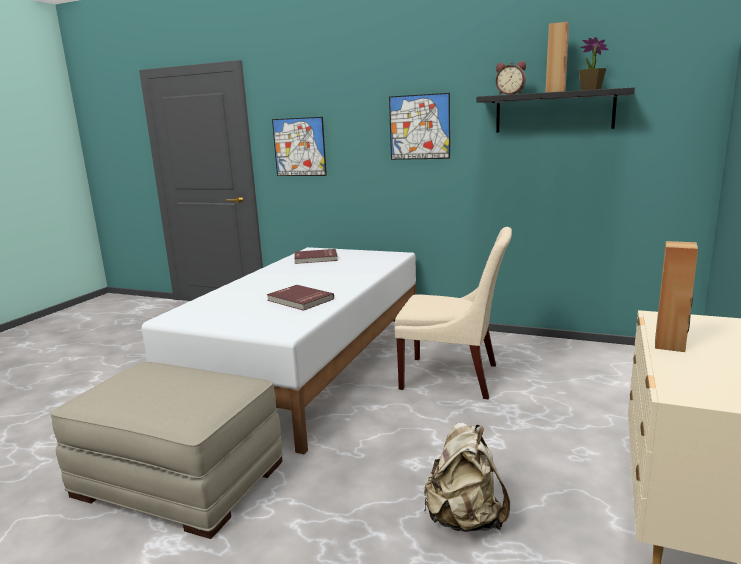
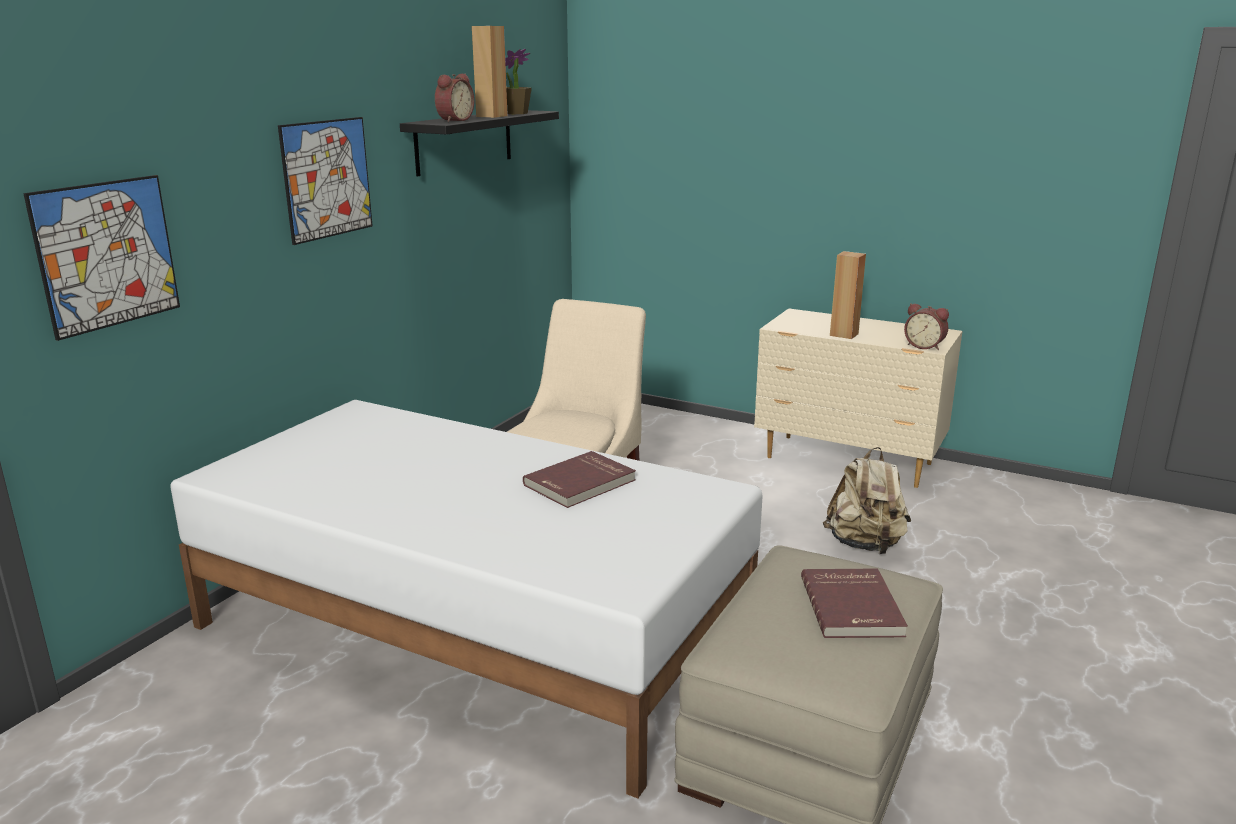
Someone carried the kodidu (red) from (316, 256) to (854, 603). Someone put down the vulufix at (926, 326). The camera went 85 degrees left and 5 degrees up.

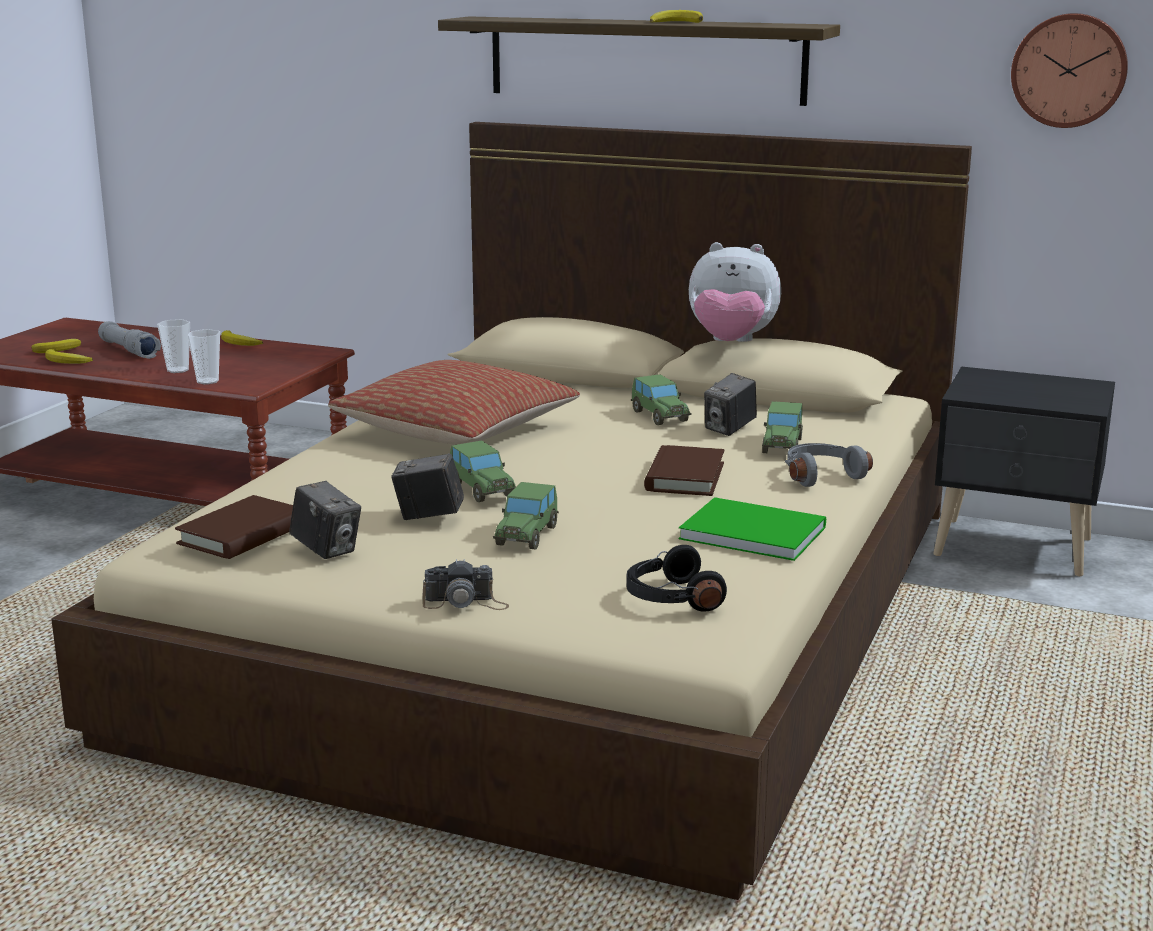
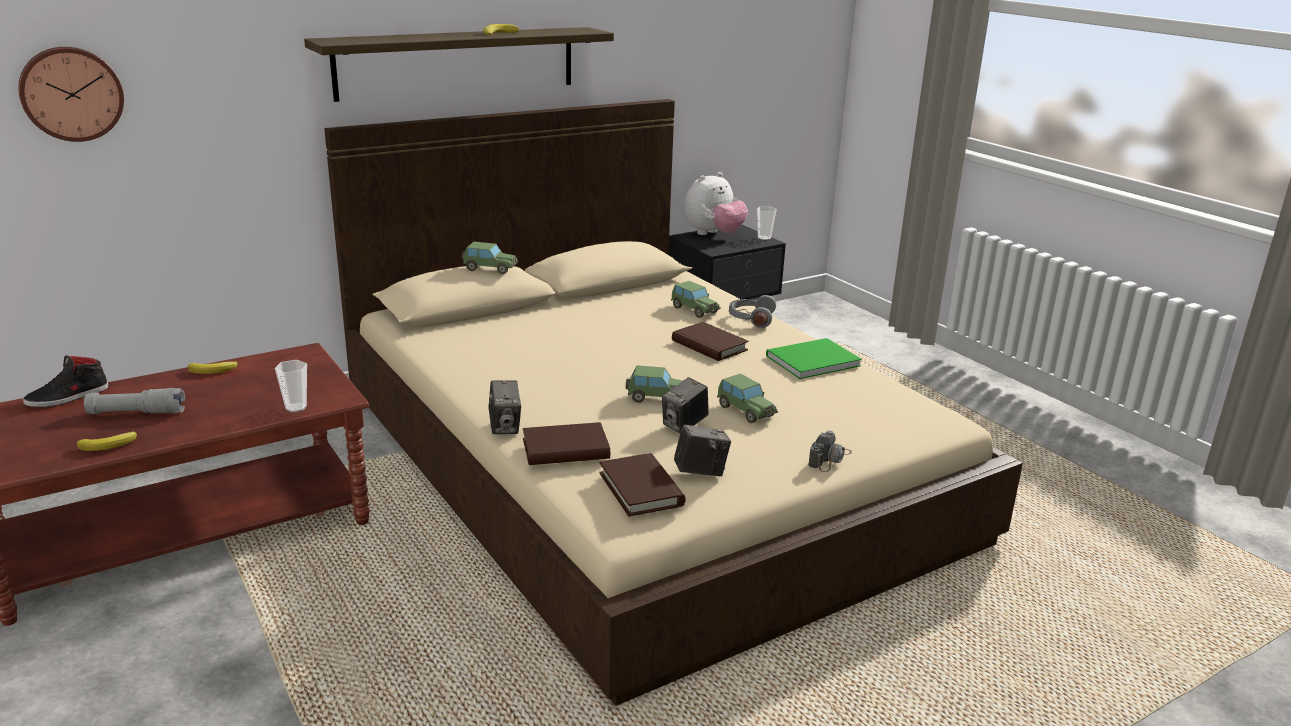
Someone took away the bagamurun at (56, 346). Someone carried the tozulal from (173, 346) to (767, 223). Someone took away the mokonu at (454, 402). Someone took away the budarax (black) at (676, 578). Someone carried the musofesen from (661, 399) to (490, 258). Someone carried the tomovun from (735, 292) to (716, 203). Someone carried the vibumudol from (730, 404) to (504, 407). Someone carried the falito from (1069, 70) to (71, 94). Someone put down the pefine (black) at (65, 381). Someone put down the kodidu (brown) at (566, 443). The camera went 55 degrees left and 5 degrees up.

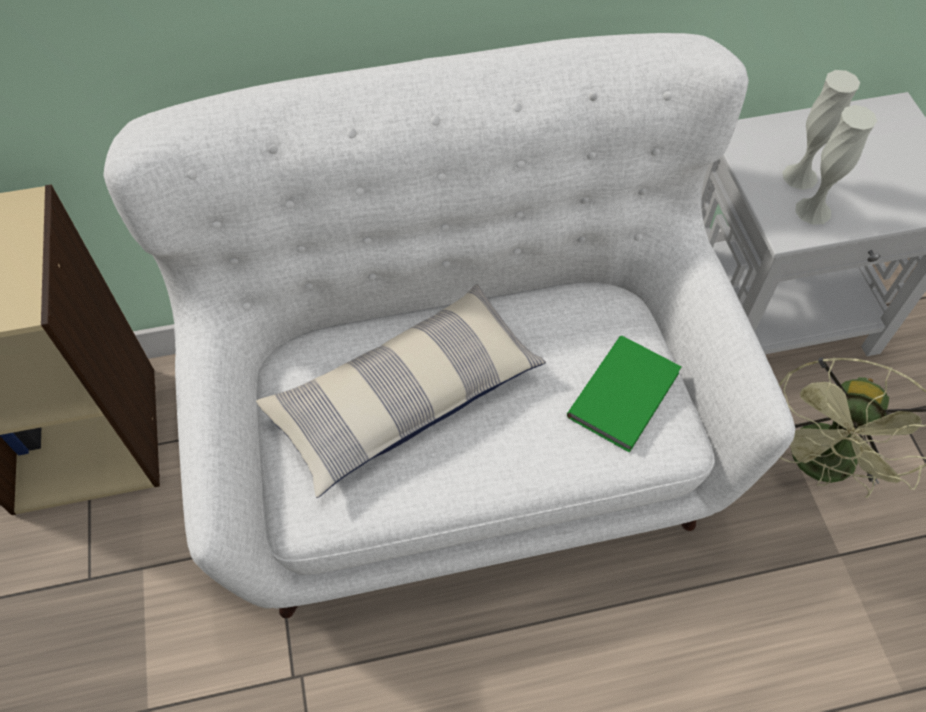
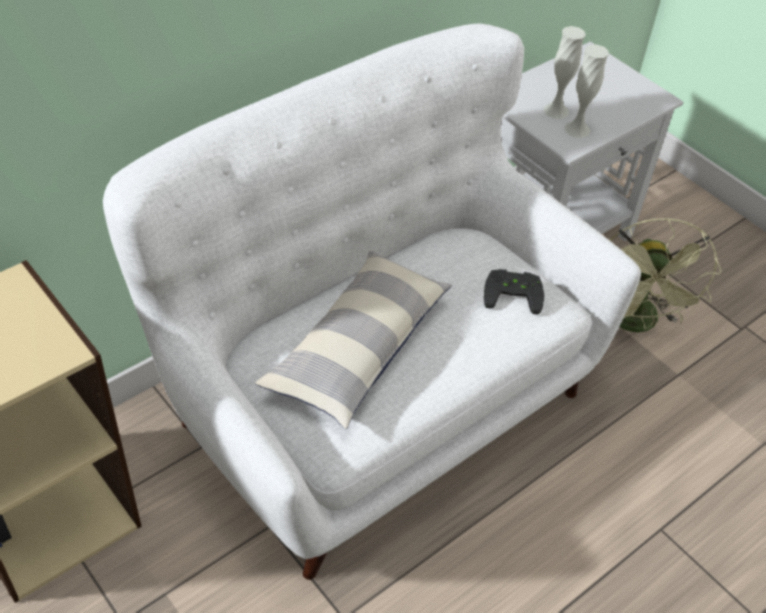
Someone swapped the kodidu (green) at (624, 394) for the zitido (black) at (514, 291). The camera went 30 degrees left and 10 degrees down.

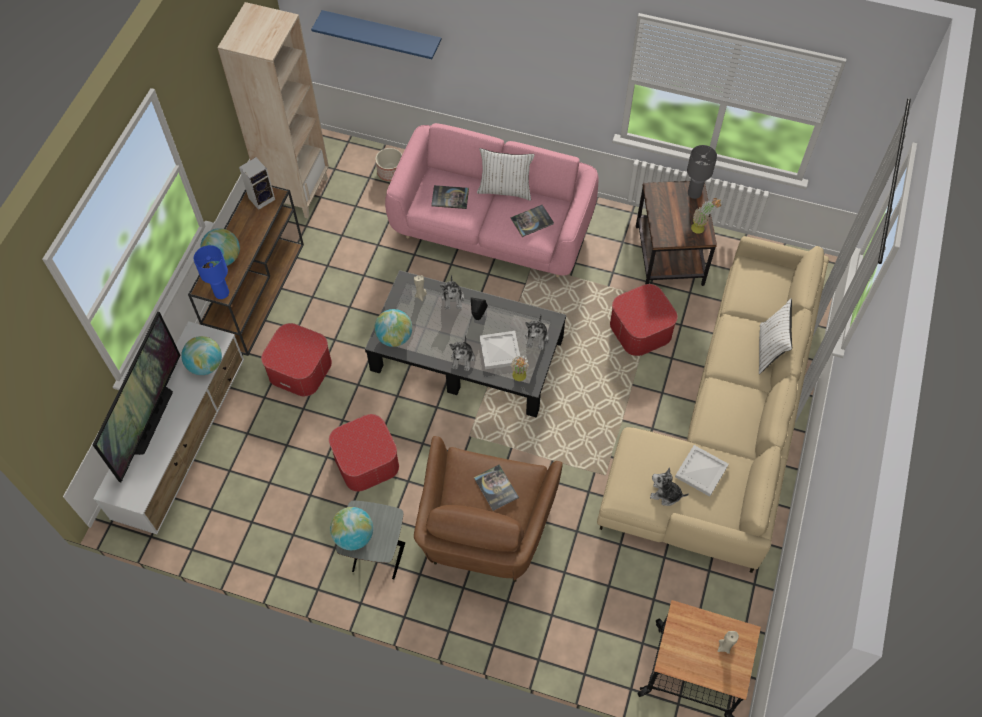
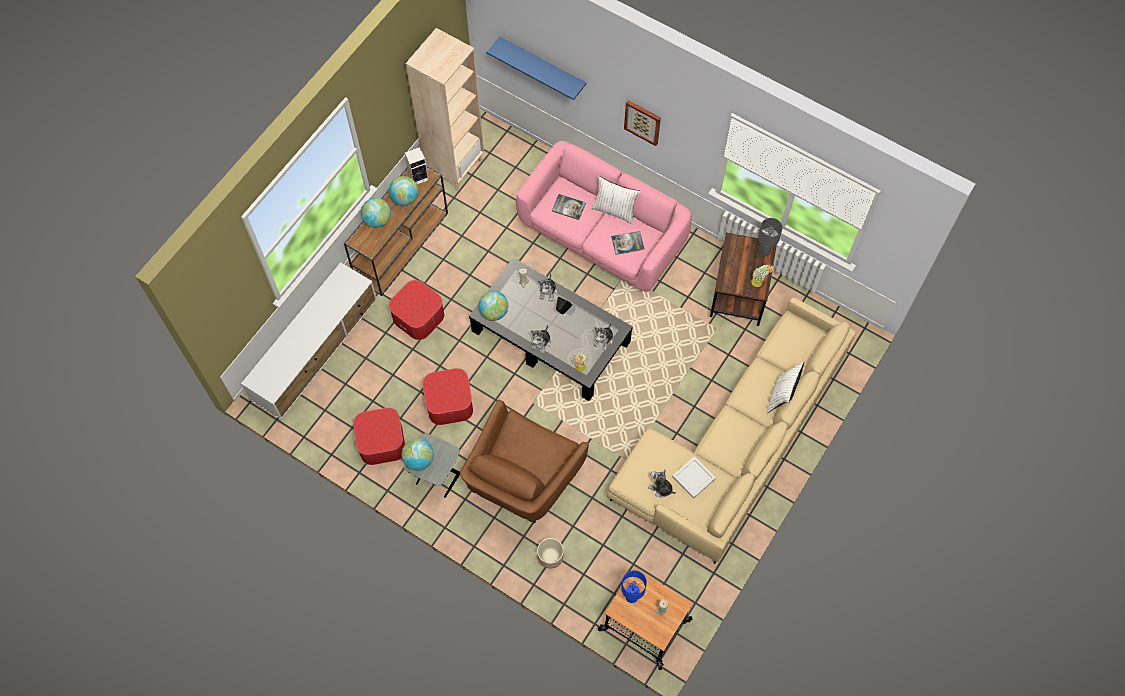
Someone took away the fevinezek at (136, 397). Someone carried the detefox from (201, 355) to (404, 191). Someone carried the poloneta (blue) from (211, 272) to (634, 586). Someone carried the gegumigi from (388, 164) to (550, 553). Someone took away the kodidu at (496, 488). Someone took away the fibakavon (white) at (499, 350). Someone carried the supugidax from (644, 320) to (379, 436). Someone put up the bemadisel at (642, 123). The camera went 15 degrees right and 5 degrees up.

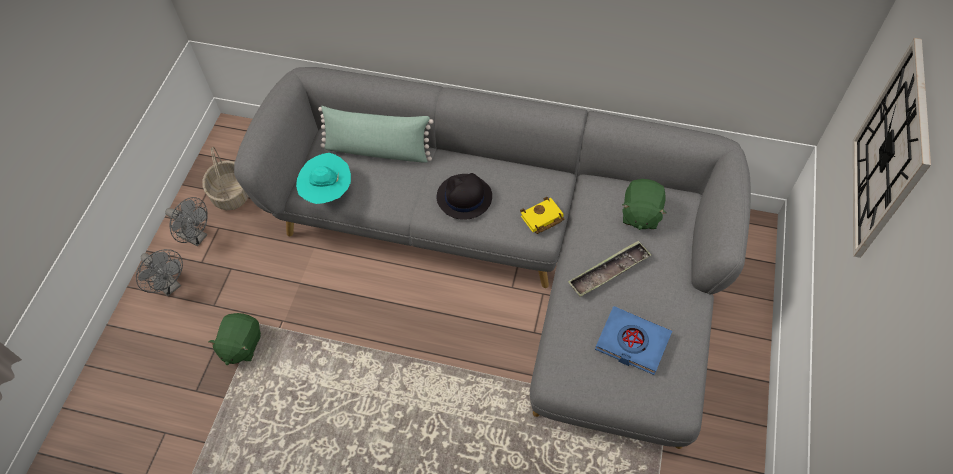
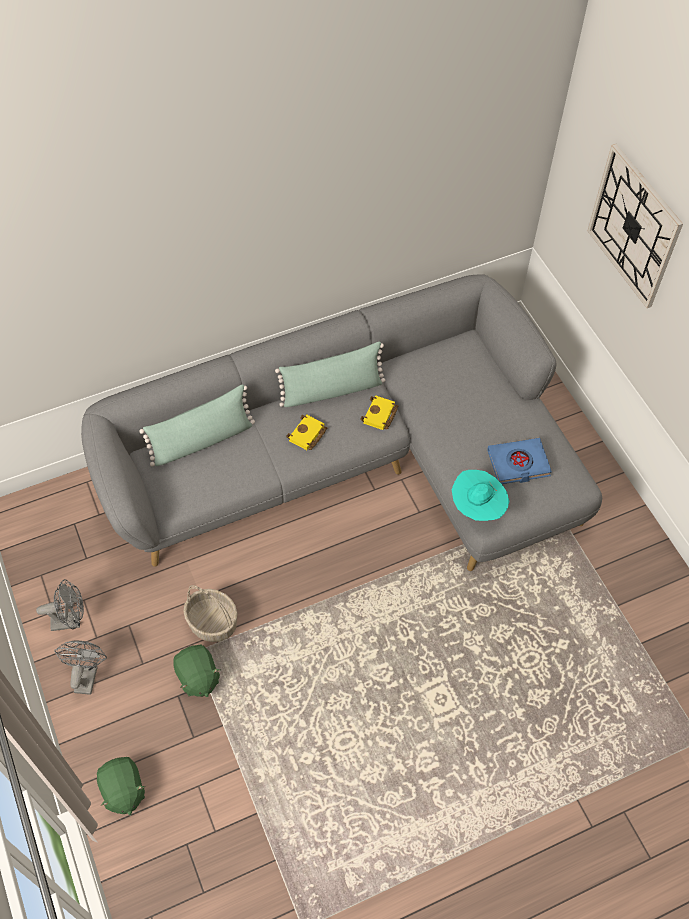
Someone rotated the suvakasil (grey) at (159, 272) by 90 degrees counterclockwise. Someone carried the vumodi from (226, 178) to (210, 613). Someone carried the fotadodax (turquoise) from (323, 178) to (480, 495). Someone swapped the fotadodax (black) at (464, 196) for the kodidu (yellow) at (306, 432). Someone took away the fibakavon at (609, 269). Someone carried the tomovun (green) from (644, 204) to (121, 786). Someone put down the mokonu (green) at (330, 374). The camera went 40 degrees left and 0 degrees up.

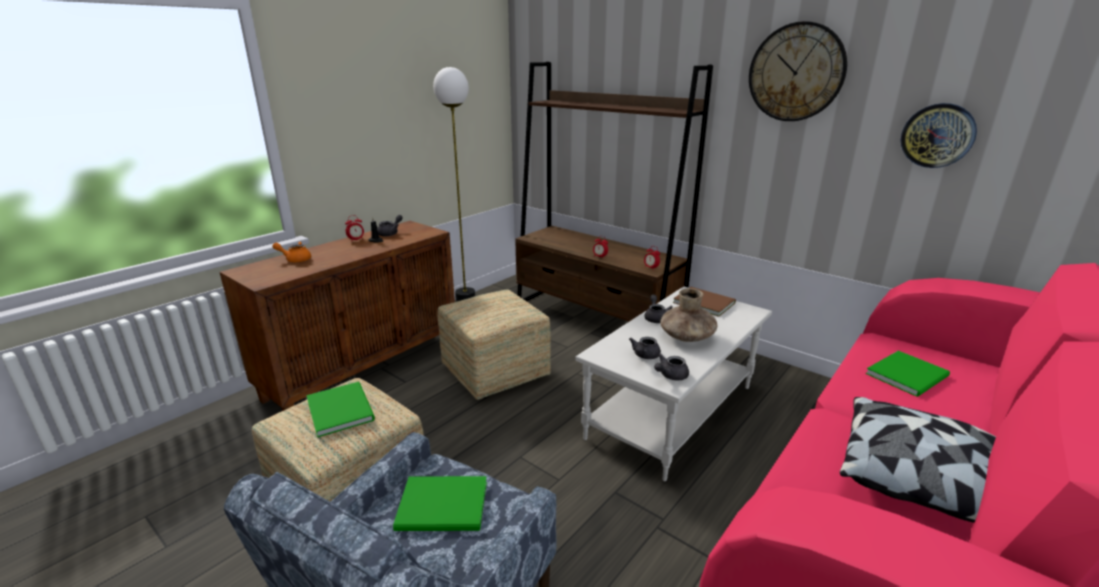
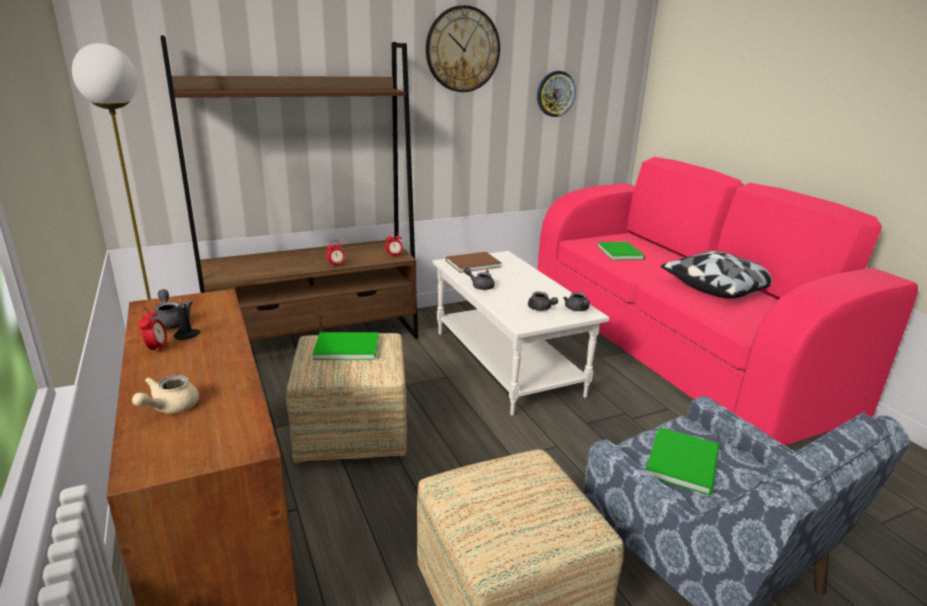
Someone repainted the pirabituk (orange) at (291, 252), which became the pirabituk (beige) at (165, 394). Someone carried the kodidu (green) from (340, 409) to (345, 346). Someone took away the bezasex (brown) at (689, 315). The camera went 65 degrees left and 0 degrees up.

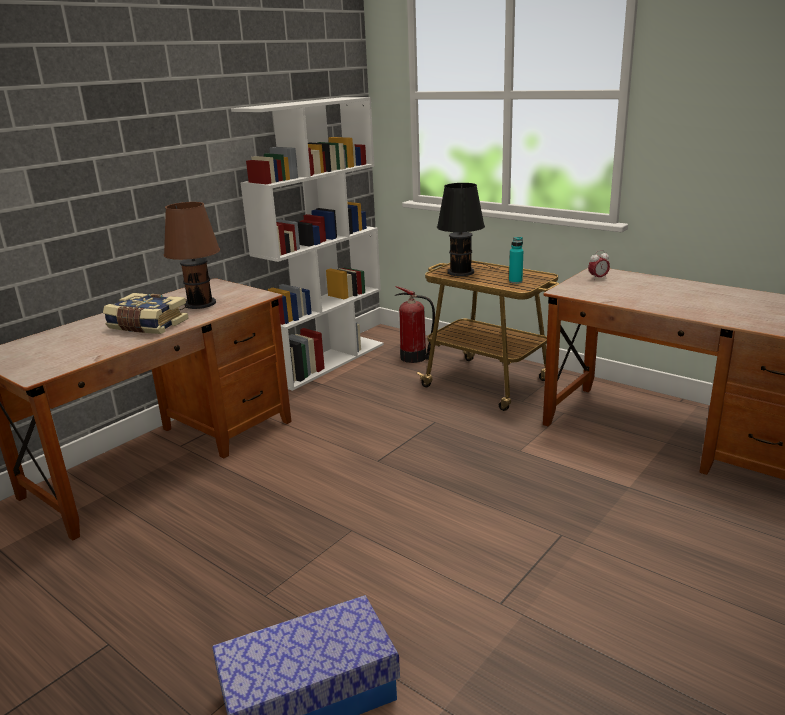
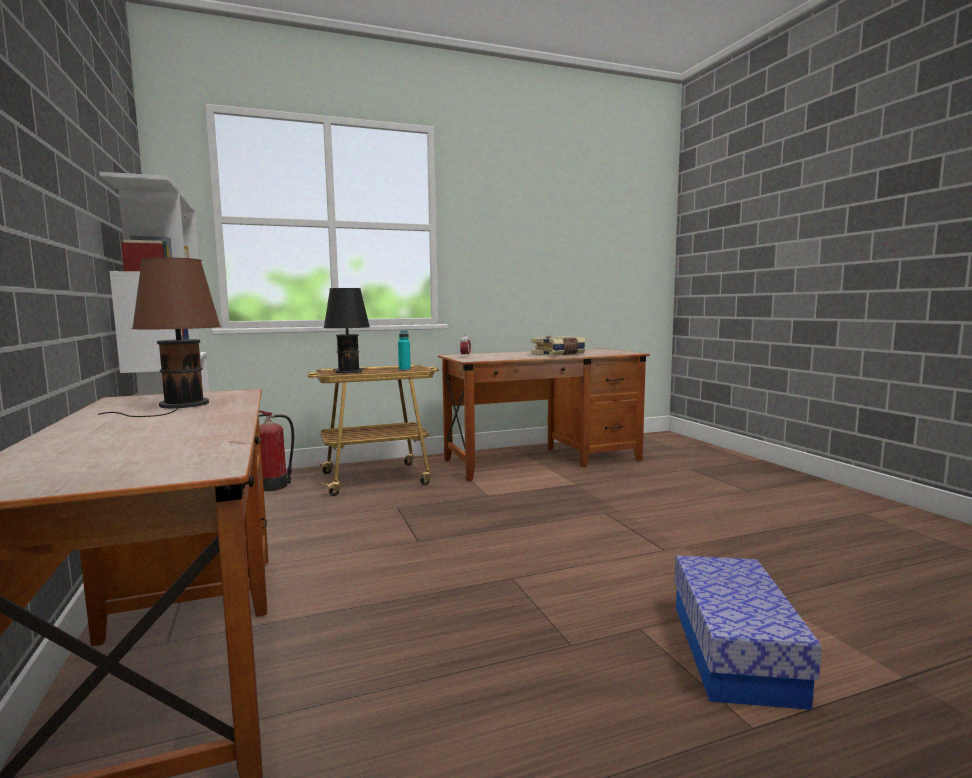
Someone carried the kodidu from (146, 313) to (558, 346). The camera went 60 degrees left and 15 degrees down.

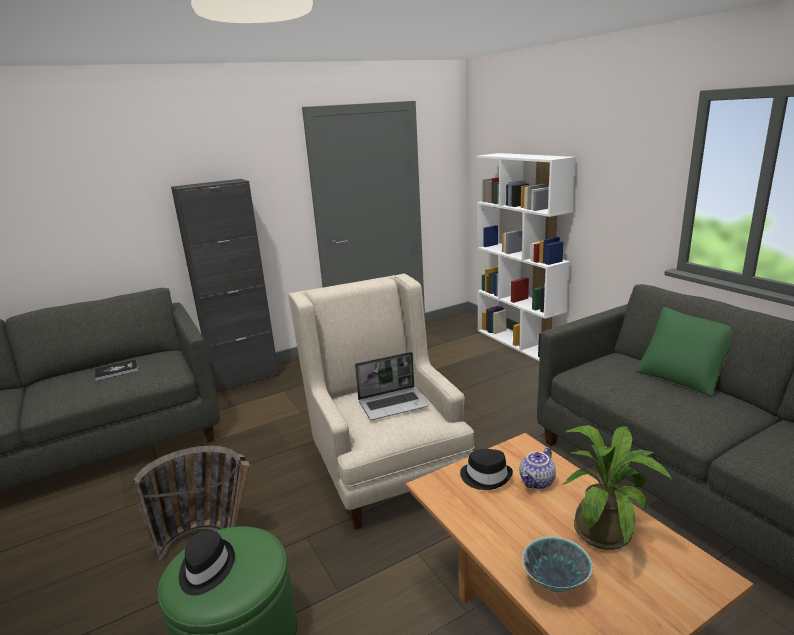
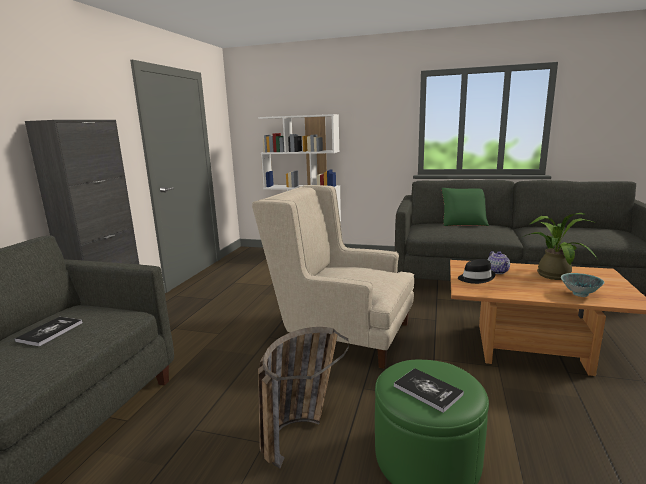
Someone swapped the fotadodax (black) at (207, 563) for the kodidu at (429, 390). Someone took away the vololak at (392, 386). The camera went 45 degrees left and 5 degrees down.

